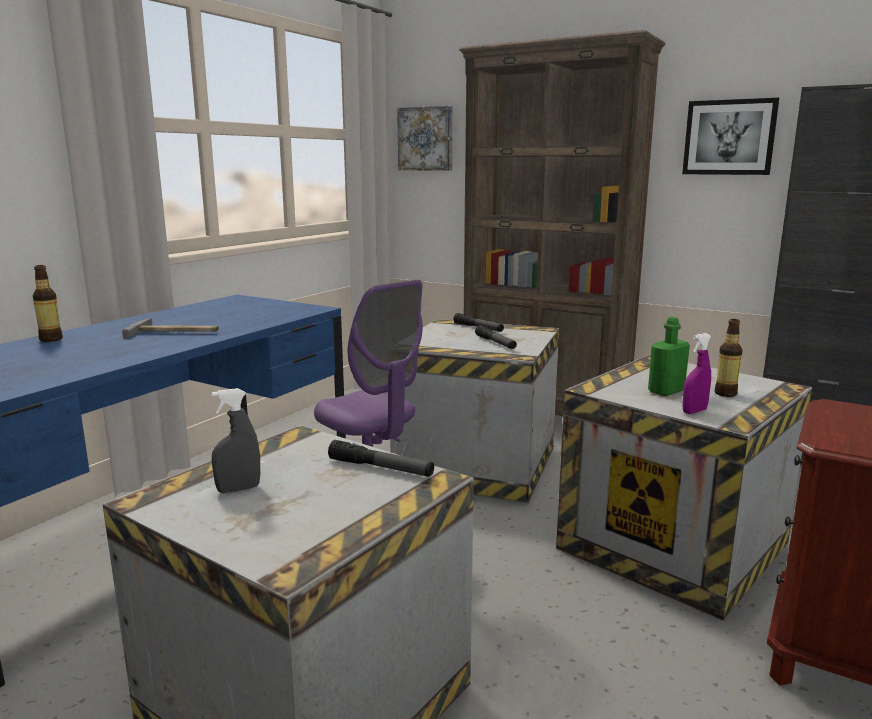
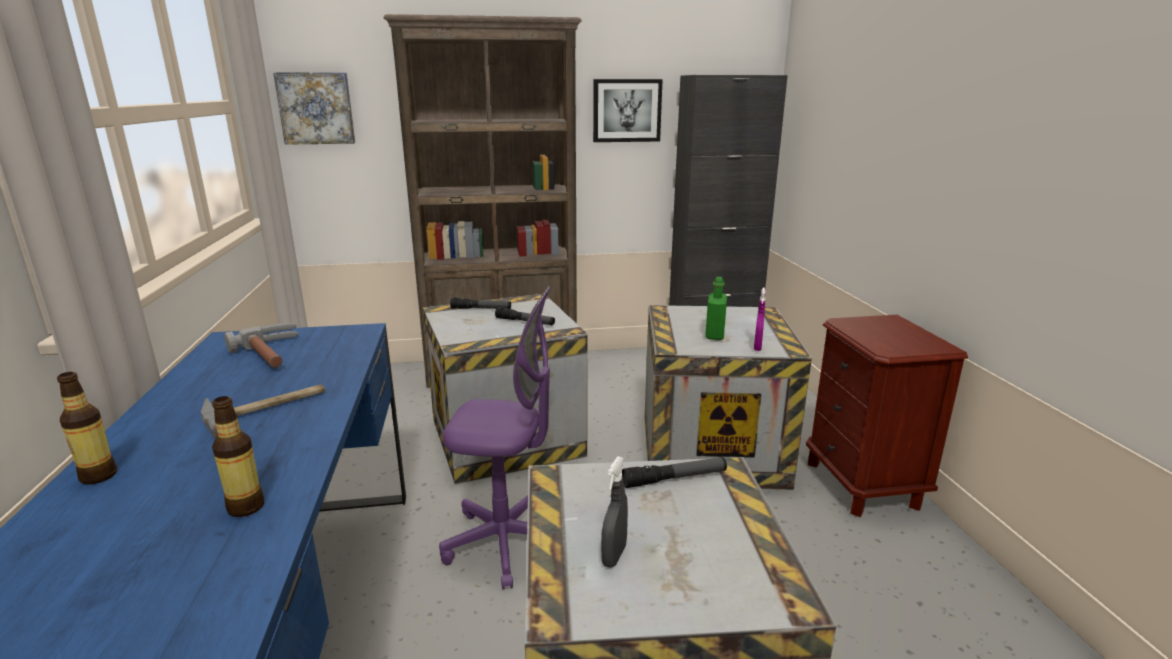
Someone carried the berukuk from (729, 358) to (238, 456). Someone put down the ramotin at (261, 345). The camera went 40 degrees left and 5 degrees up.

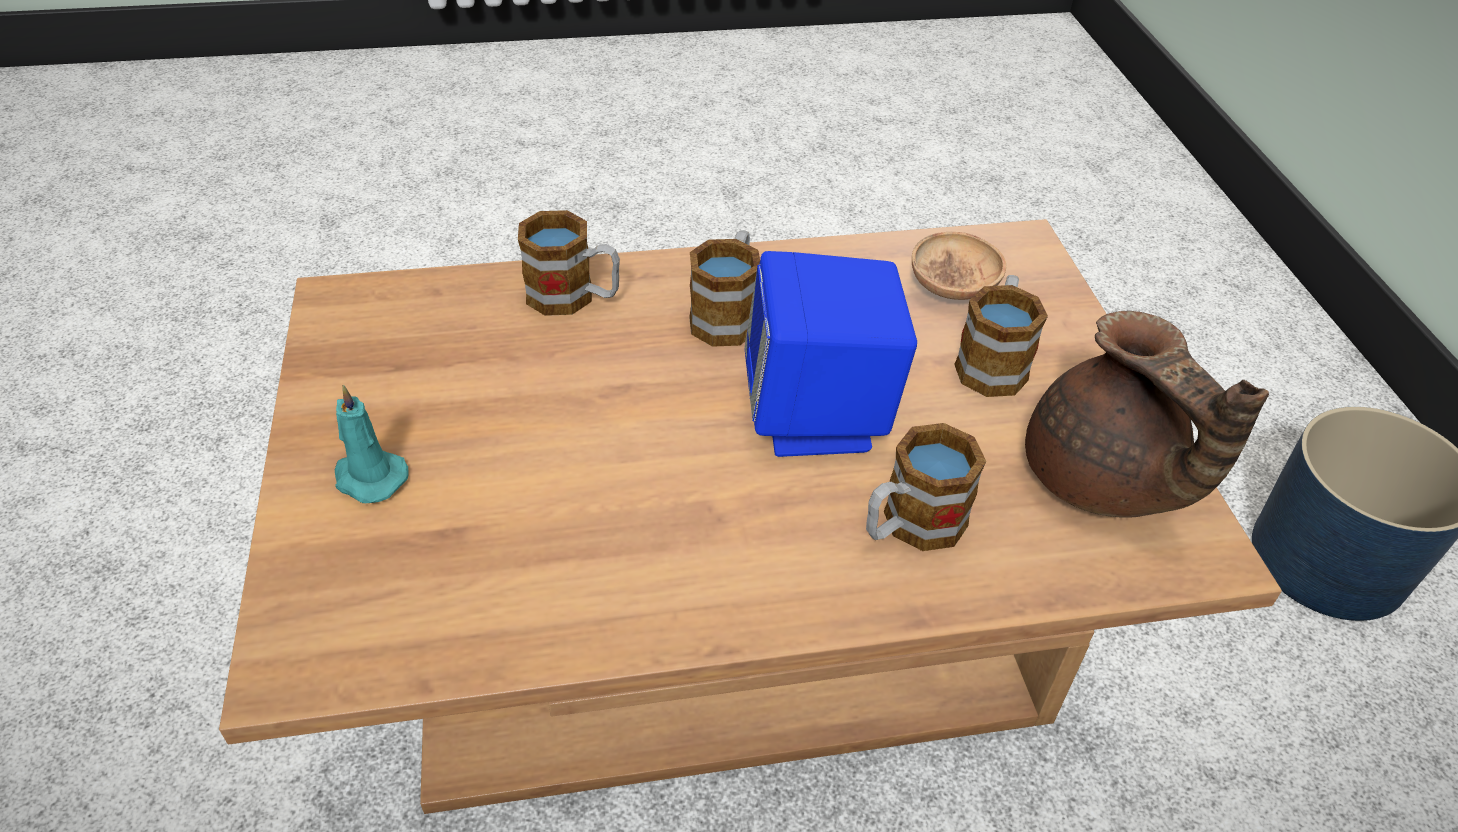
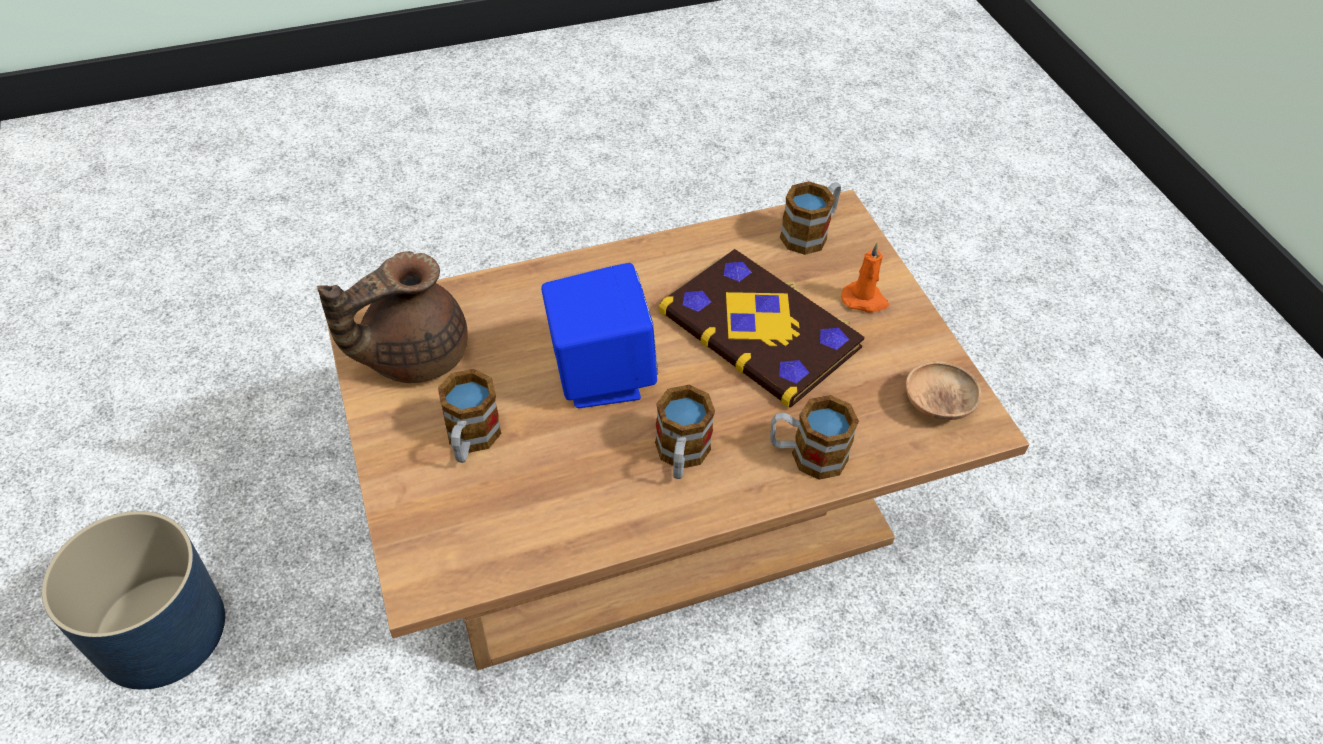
Someone repainted the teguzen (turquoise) at (372, 444), which became the teguzen (orange) at (865, 278). Someone carried the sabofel from (926, 487) to (810, 218). Someone carried the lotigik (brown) from (959, 266) to (943, 390). Someone rotated the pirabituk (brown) at (1147, 414) by 90 degrees counterclockwise. Someone put down the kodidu at (762, 328). The camera went 170 degrees right and 5 degrees up.

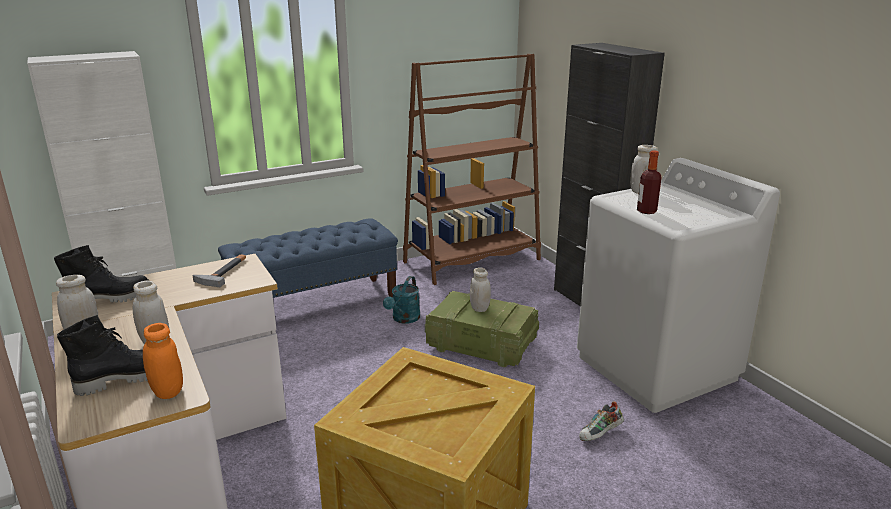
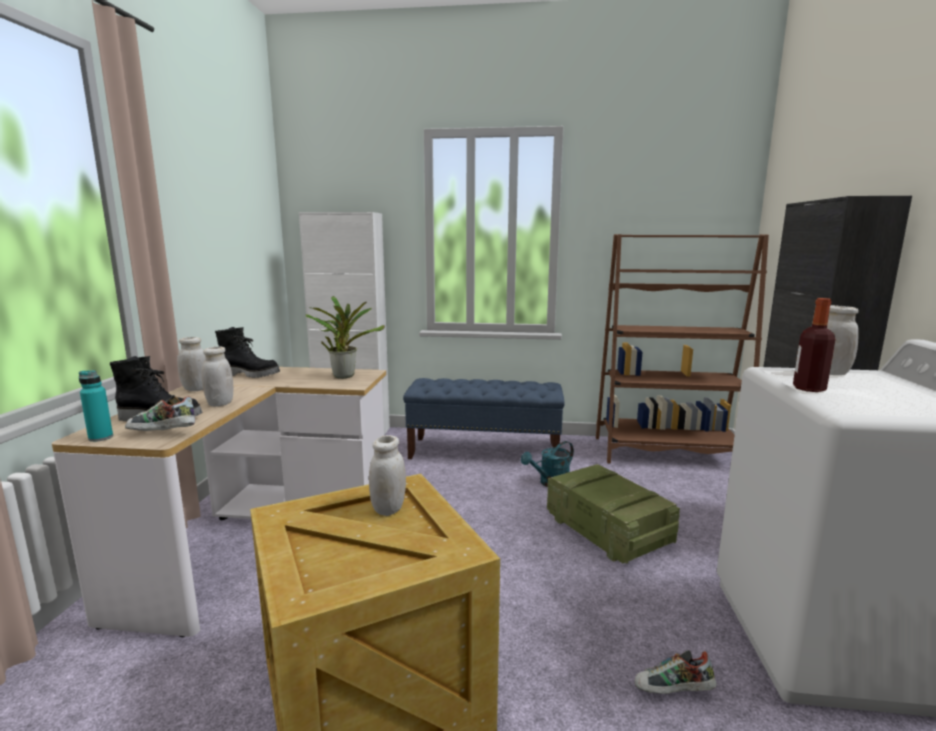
Someone swapped the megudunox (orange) at (163, 361) for the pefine at (160, 413). Someone swapped the ramotin at (219, 270) for the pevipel at (345, 337). Someone carried the megudunox (white) from (480, 289) to (387, 475). Someone put down the berukuk (turquoise) at (96, 406). The camera went 35 degrees right and 10 degrees down.

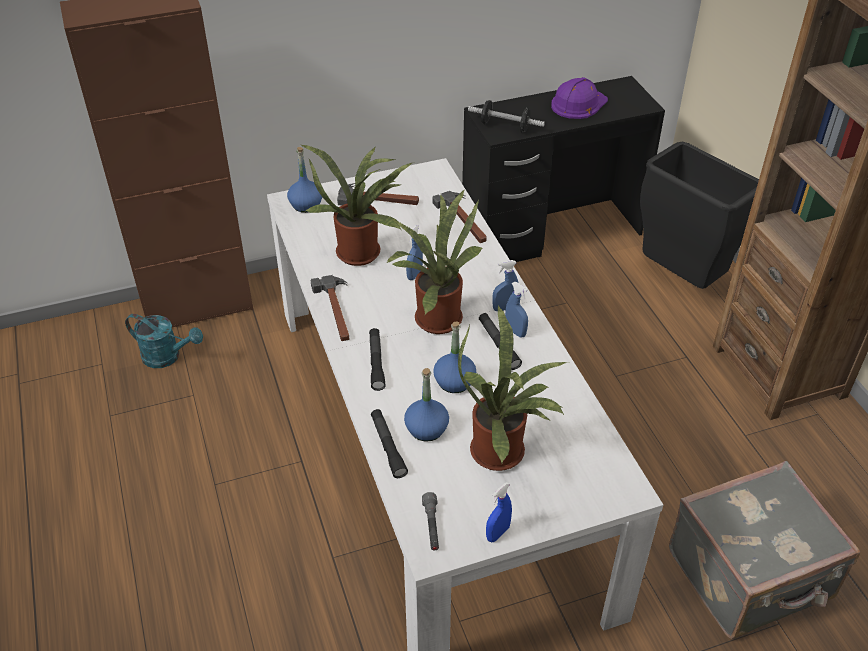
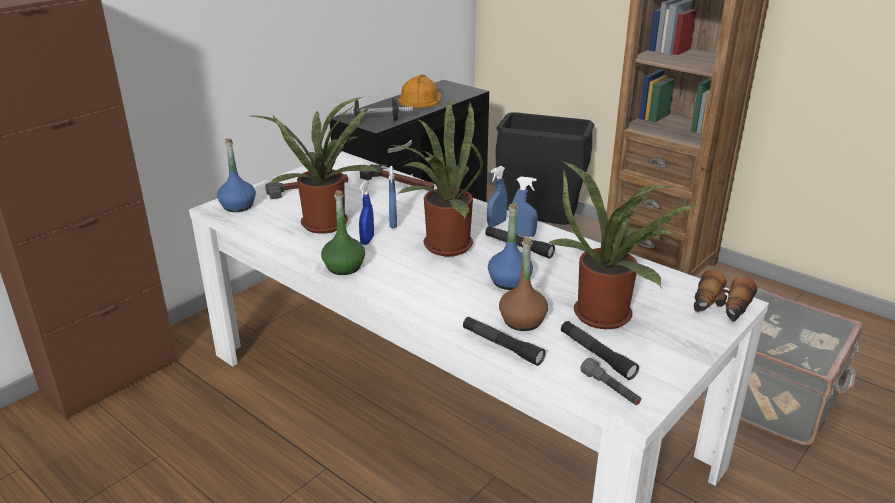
Someone took away the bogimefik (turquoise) at (164, 341). Someone swapped the ramotin at (330, 308) for the berukuk (green) at (343, 232). Someone carried the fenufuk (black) from (377, 359) to (600, 350). Someone repainted the berukuk (blue) at (426, 405), which became the berukuk (brown) at (523, 284). Someone carried the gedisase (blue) from (499, 512) to (366, 212). Someone repainted the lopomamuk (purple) at (579, 98), which became the lopomamuk (orange) at (420, 91). Someone put down the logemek at (725, 296). The camera went 30 degrees left and 15 degrees down.

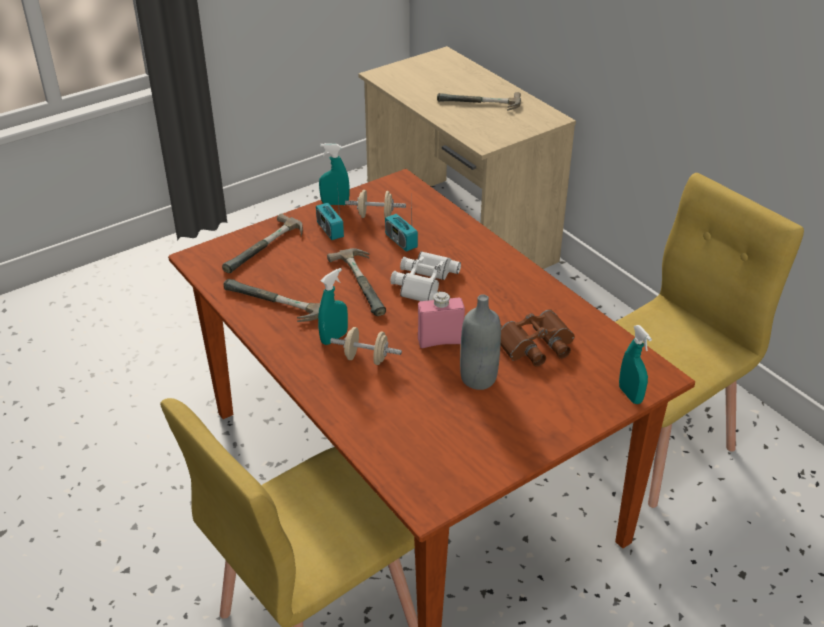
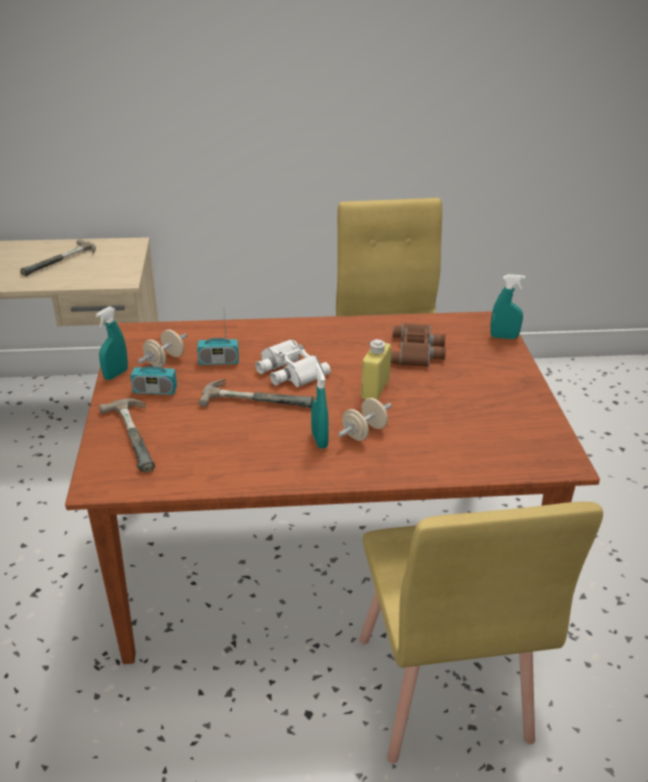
Someone took away the ramotin at (272, 300). Someone repainted the berukuk (pink) at (441, 319), which became the berukuk (yellow) at (376, 369). Someone took away the berukuk (grey) at (480, 342). The camera went 60 degrees left and 5 degrees down.

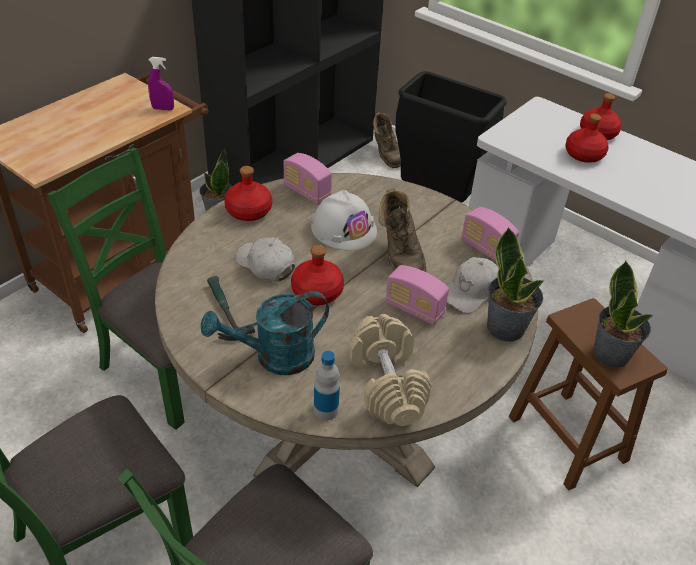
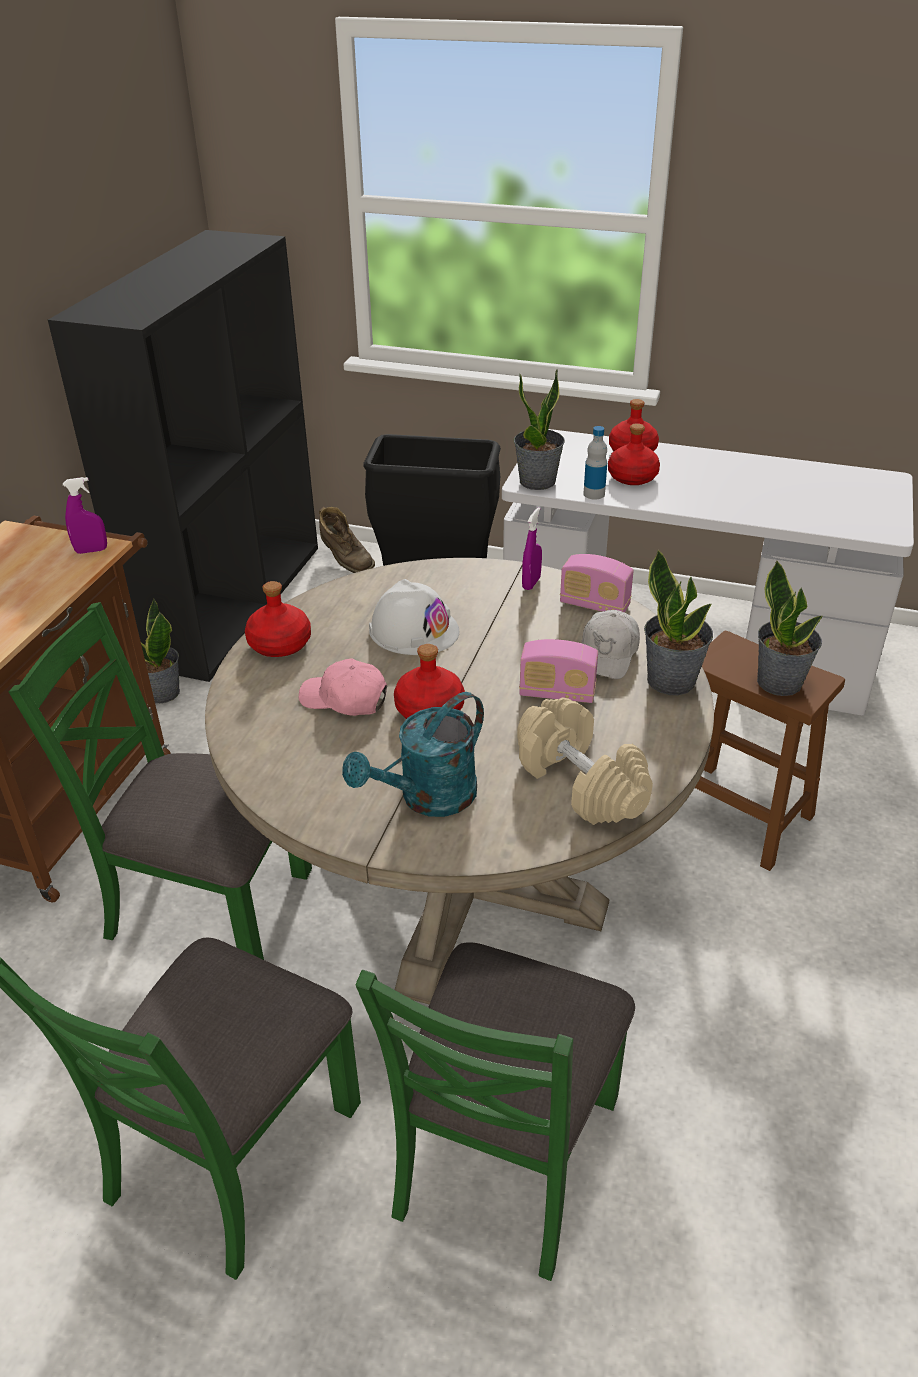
Someone took away the ramotin at (231, 308). Someone repainted the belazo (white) at (265, 259), which became the belazo (pink) at (343, 687). Someone took away the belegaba at (307, 179). Someone carried the berukuk from (327, 385) to (595, 463). Someone took away the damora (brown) at (402, 230). Someone put down the pevipel at (539, 430). Someone put down the gedisase (purple) at (532, 548). The camera went 20 degrees left and 5 degrees down.

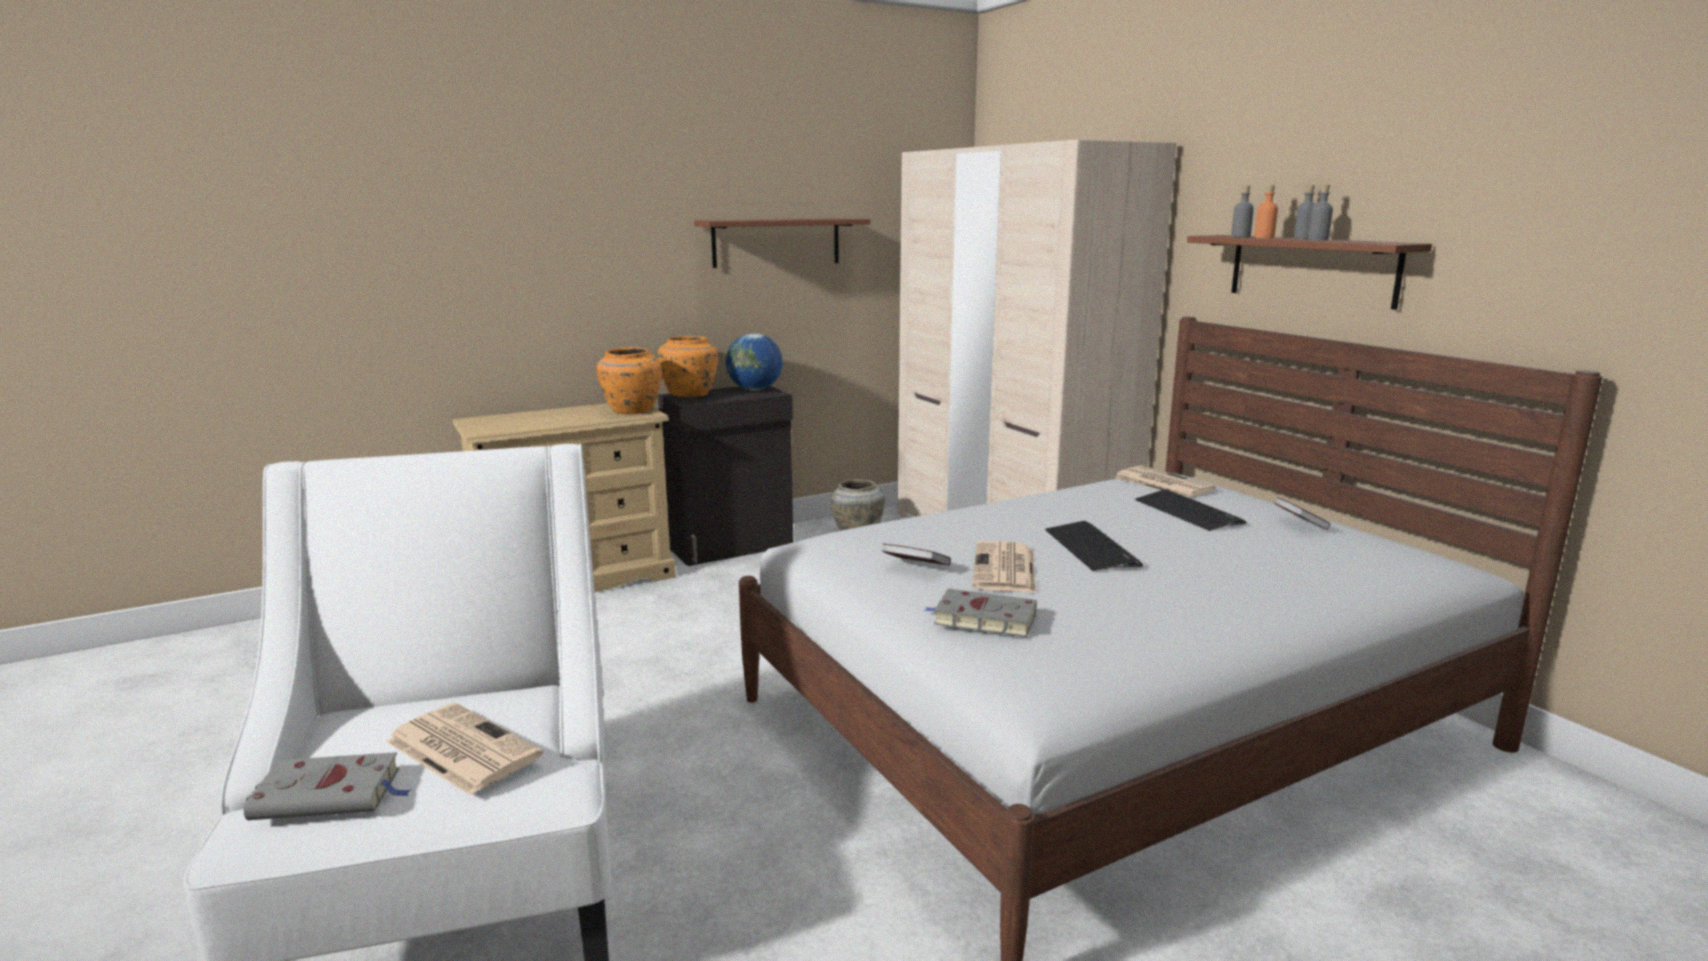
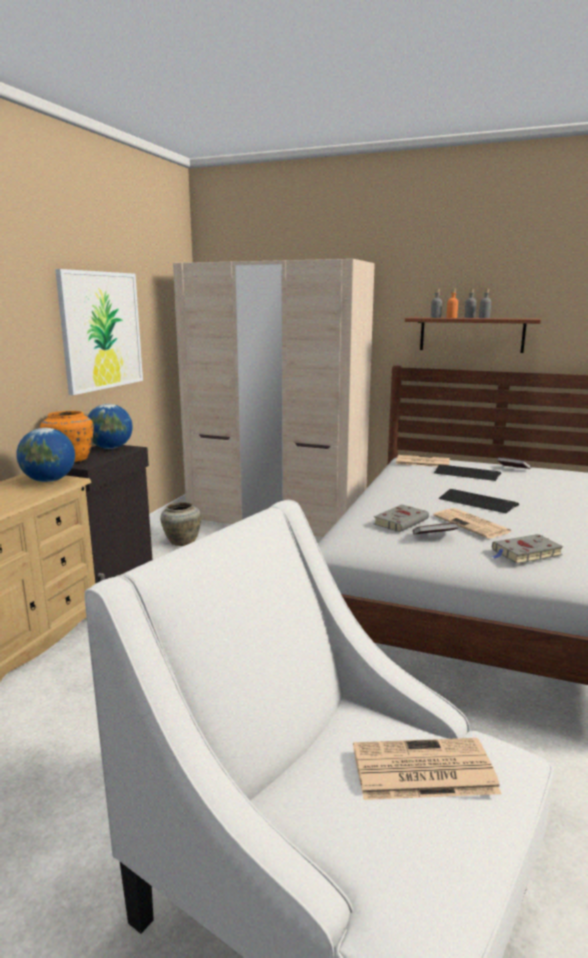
Someone carried the kodidu (grey) from (327, 786) to (401, 518). Someone swapped the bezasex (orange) at (629, 381) for the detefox at (45, 455). Someone swapped the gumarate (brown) at (782, 243) for the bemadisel at (99, 332). The camera went 40 degrees left and 0 degrees up.

